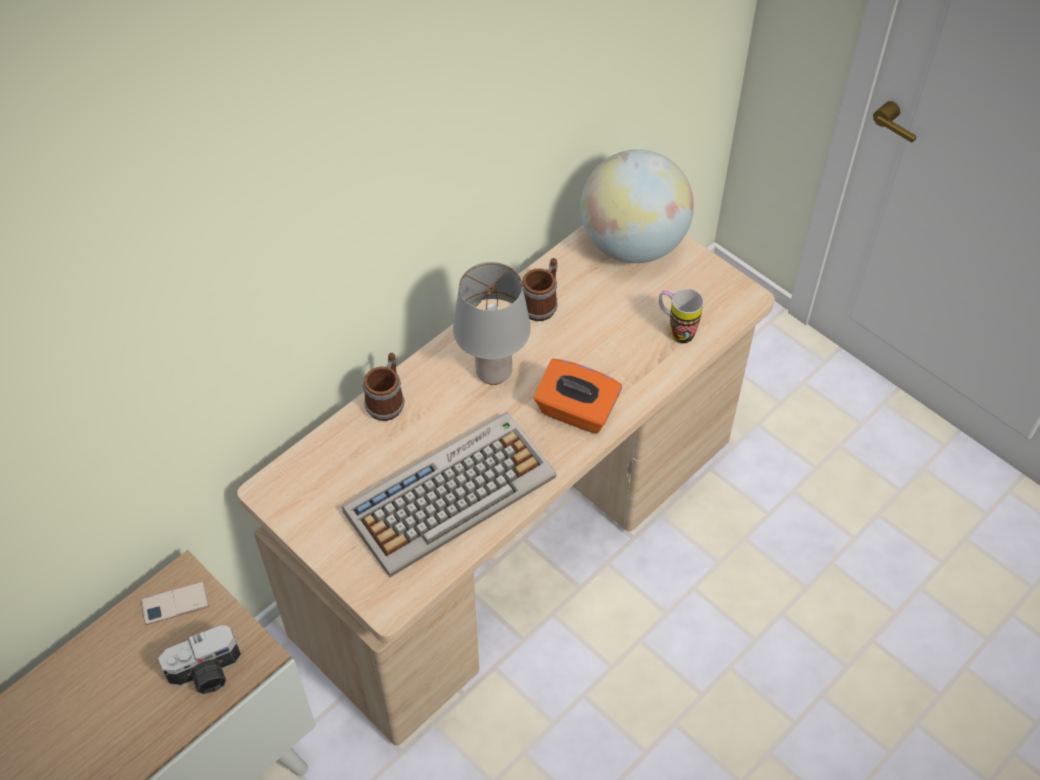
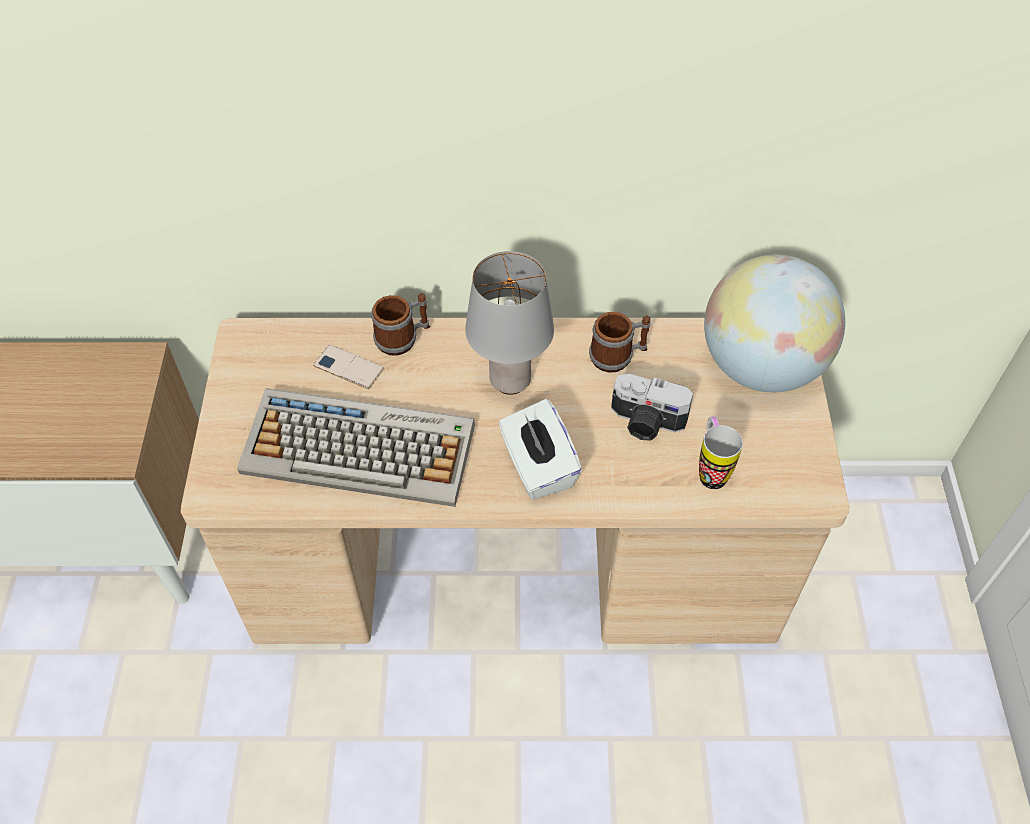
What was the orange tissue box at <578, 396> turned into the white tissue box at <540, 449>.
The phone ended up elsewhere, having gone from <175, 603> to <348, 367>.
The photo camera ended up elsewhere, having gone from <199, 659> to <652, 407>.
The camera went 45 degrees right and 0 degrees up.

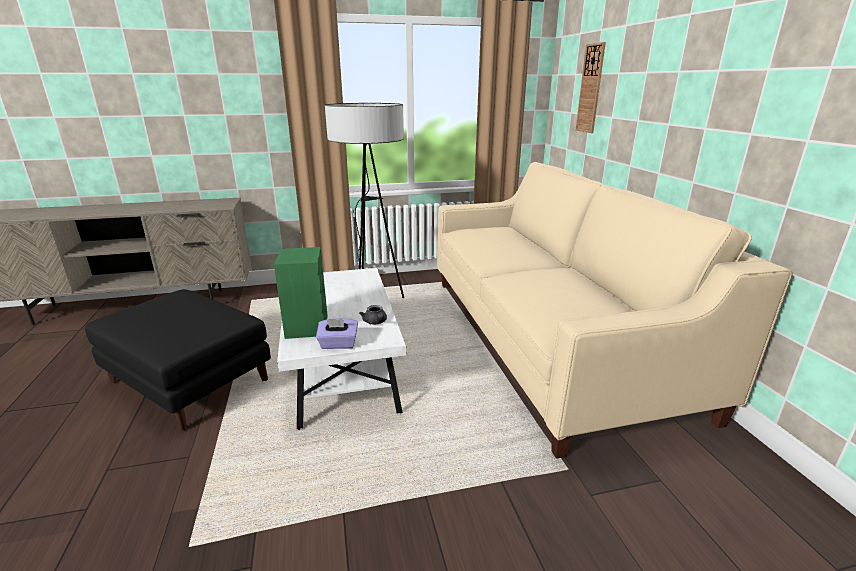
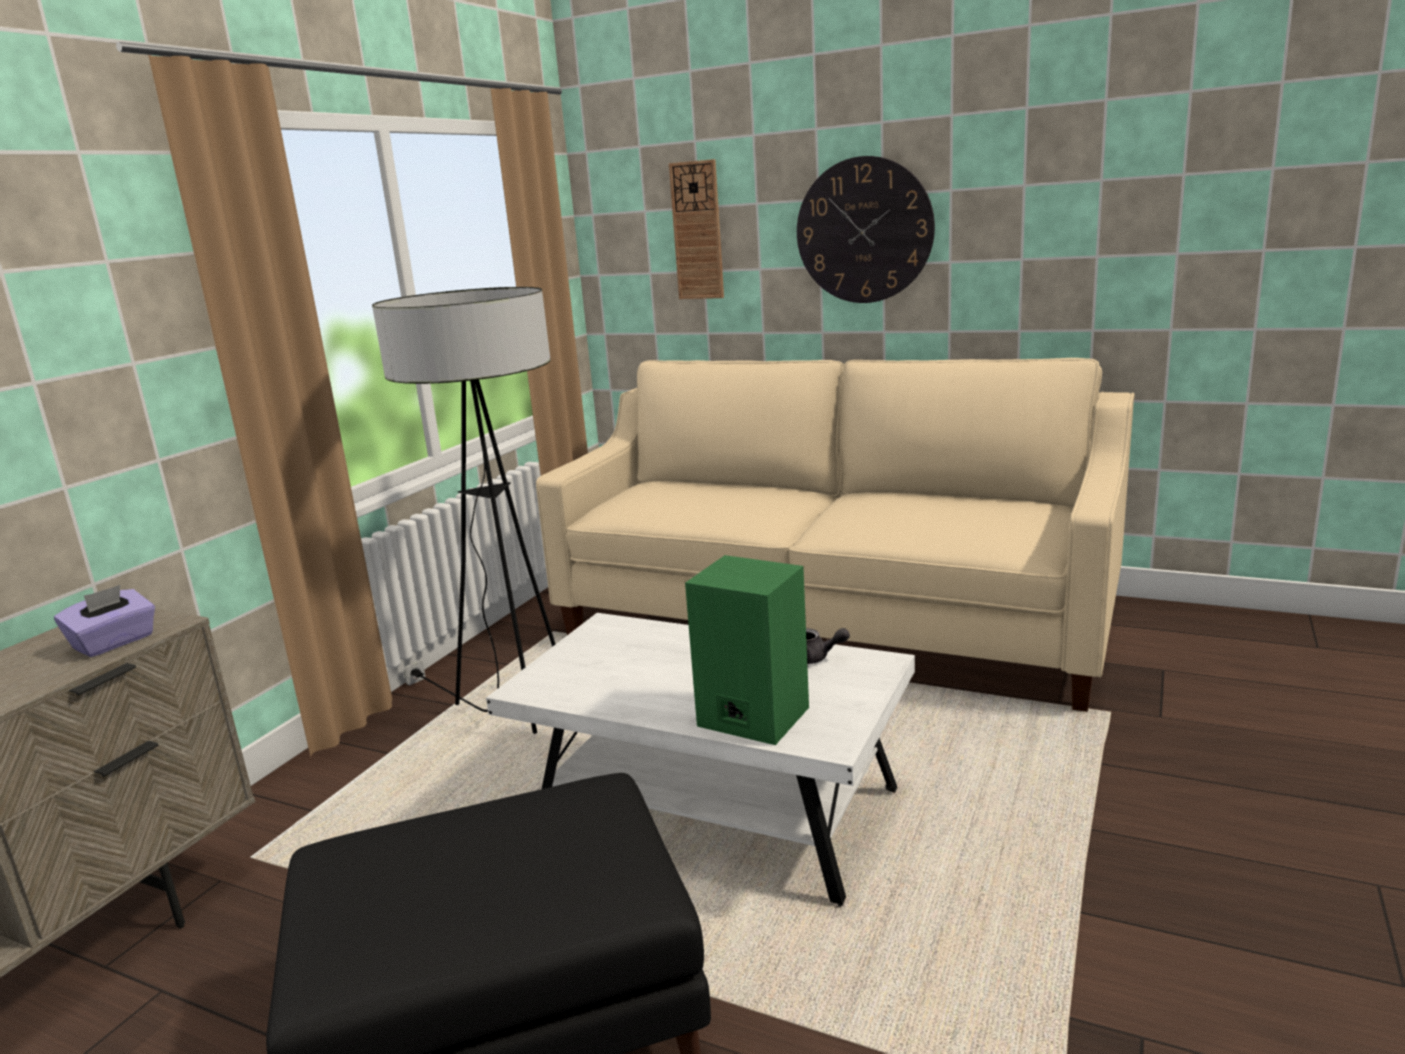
The purple tissue box ended up elsewhere, having gone from <337, 333> to <104, 621>.
The second view gained the wall clock at <866, 229>.
The camera went 50 degrees left and 5 degrees down.

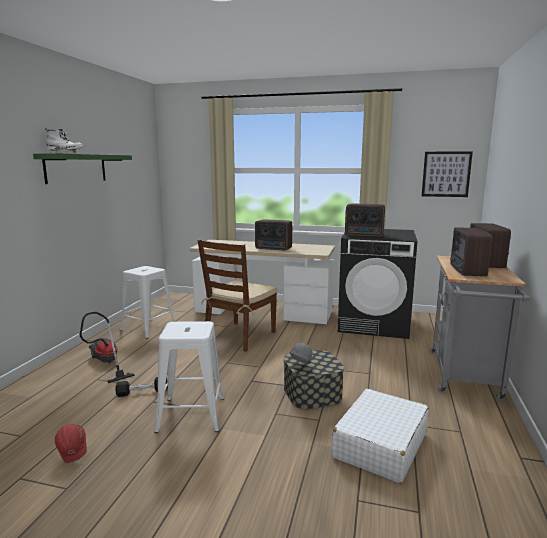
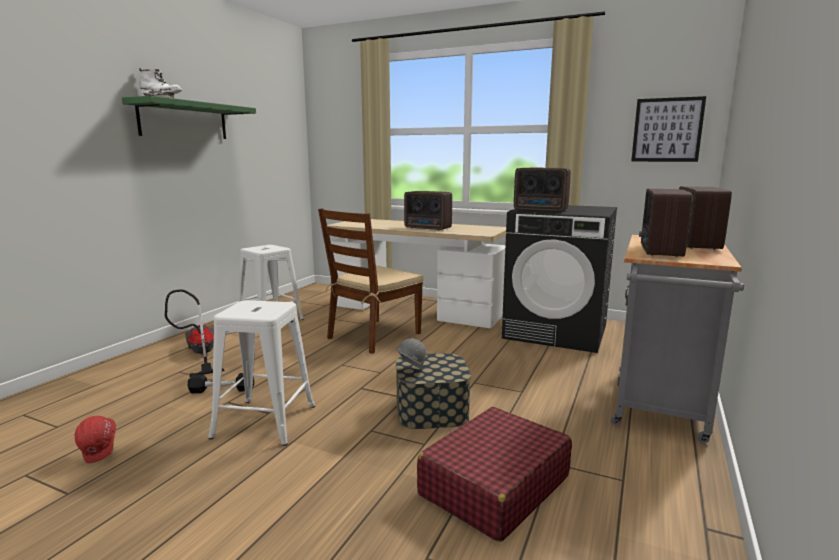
What was the white suitcase at <380, 436> turned into the red suitcase at <494, 474>.
The camera went 10 degrees right and 0 degrees up.

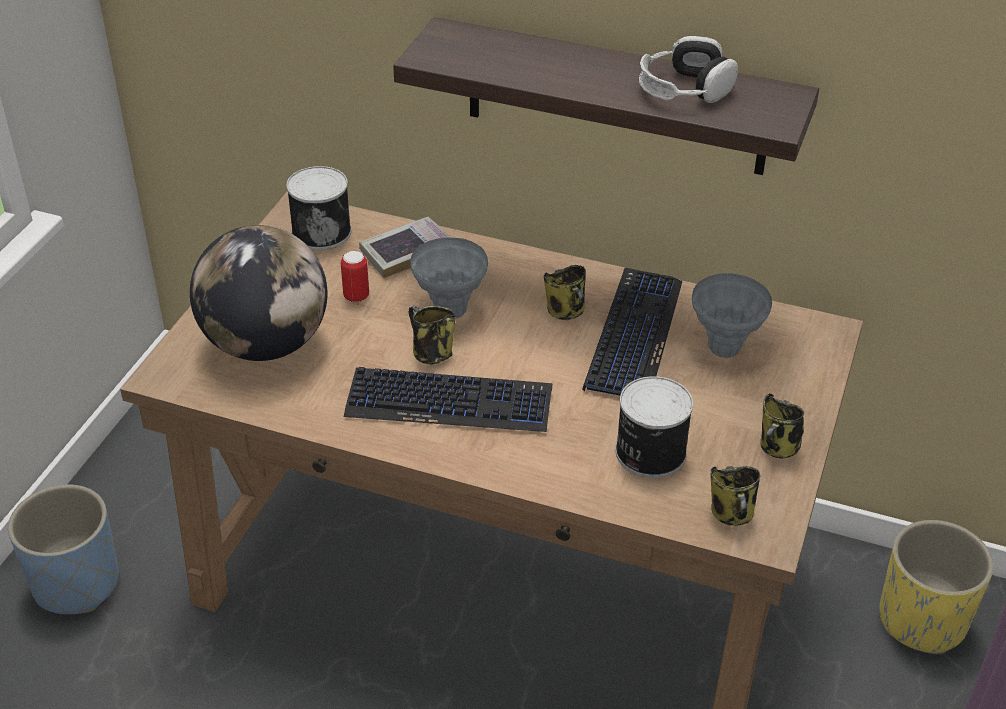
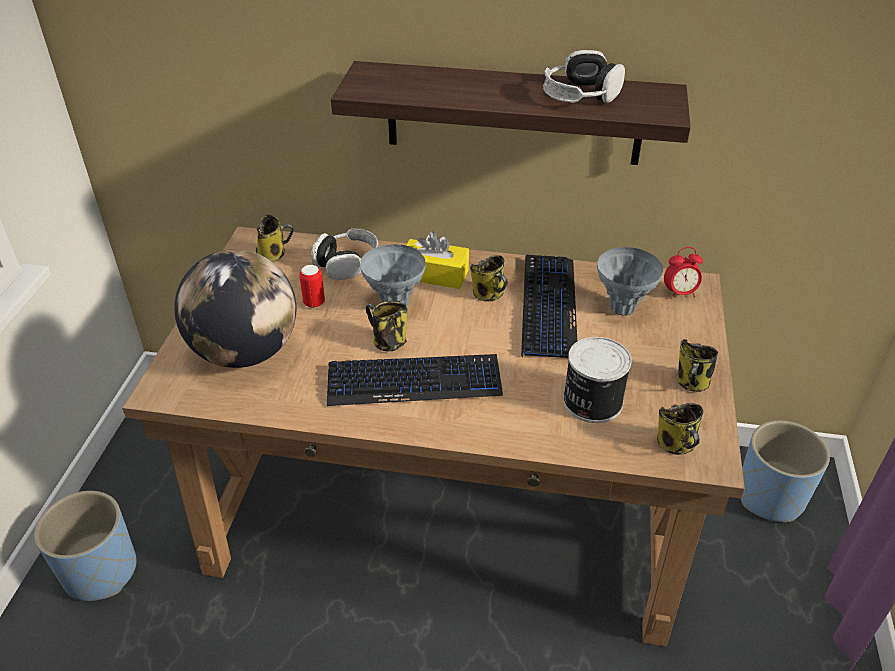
Where the can stood at <318, 208>, the mug came to stand at <275, 238>.
Where the book stood at <405, 247>, the headphones came to stand at <344, 254>.
What was the yellow planter at <936, 587> turned into the blue planter at <785, 471>.
The second view gained the yellow tissue box at <437, 260>.
The second view gained the alarm clock at <683, 273>.
The camera went 10 degrees left and 0 degrees up.

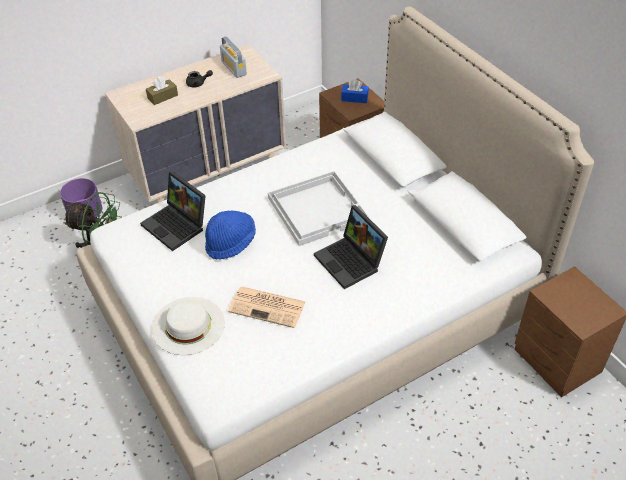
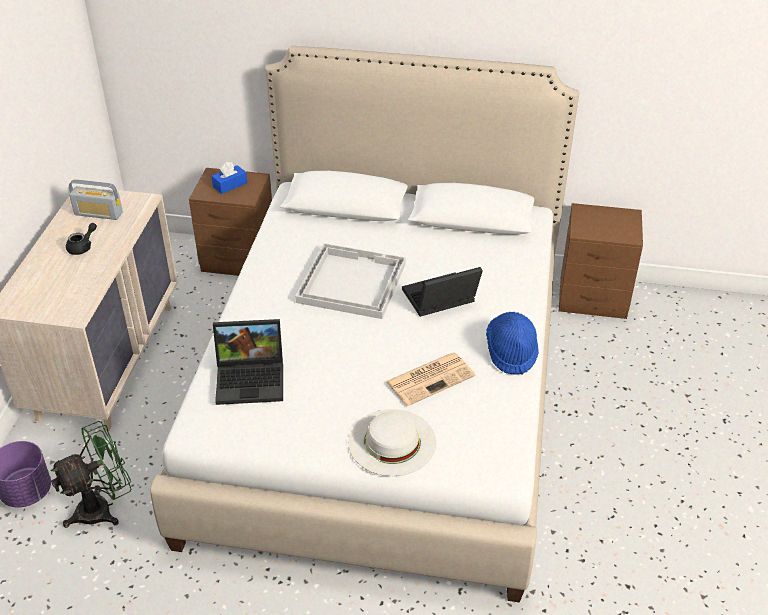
The second view lost the brown tissue box at <162, 90>.
The laptop at <351, 247> ended up facing another way, 150 degrees clockwise from before.
The blue hat ended up elsewhere, having gone from <230, 235> to <512, 343>.
The camera went 50 degrees left and 5 degrees down.

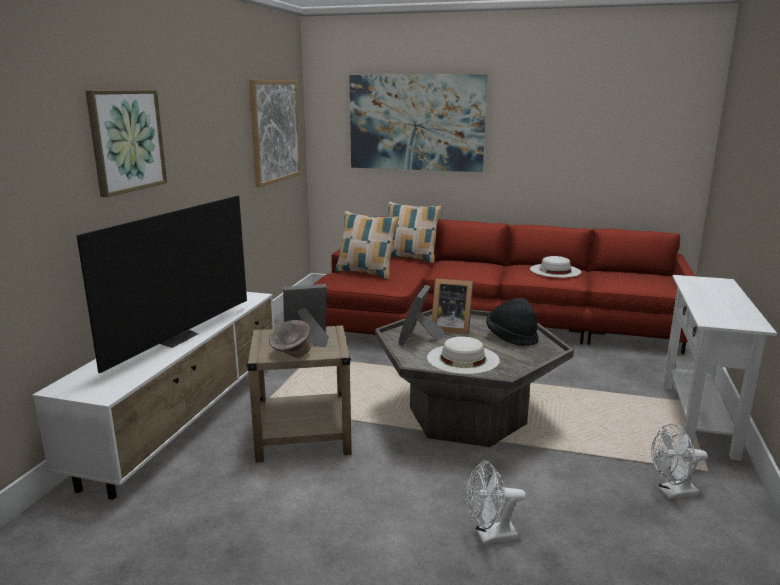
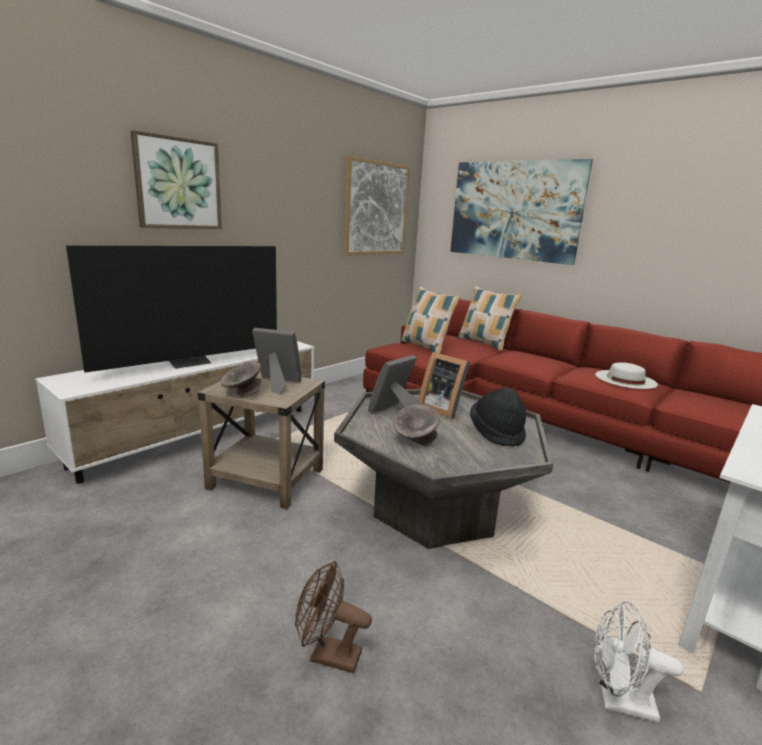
Where the white hat stood at <463, 355>, the grey bowl came to stand at <416, 425>.
What was the white fan at <496, 502> turned into the brown fan at <333, 617>.
The camera went 25 degrees right and 0 degrees up.

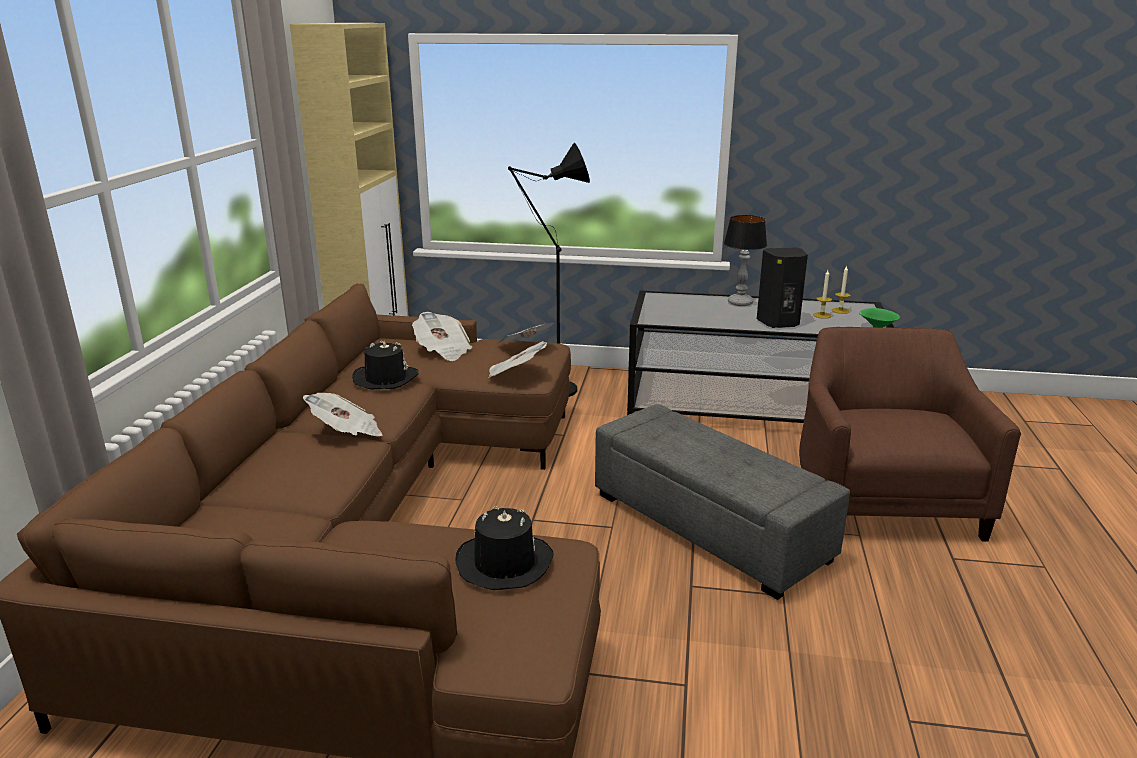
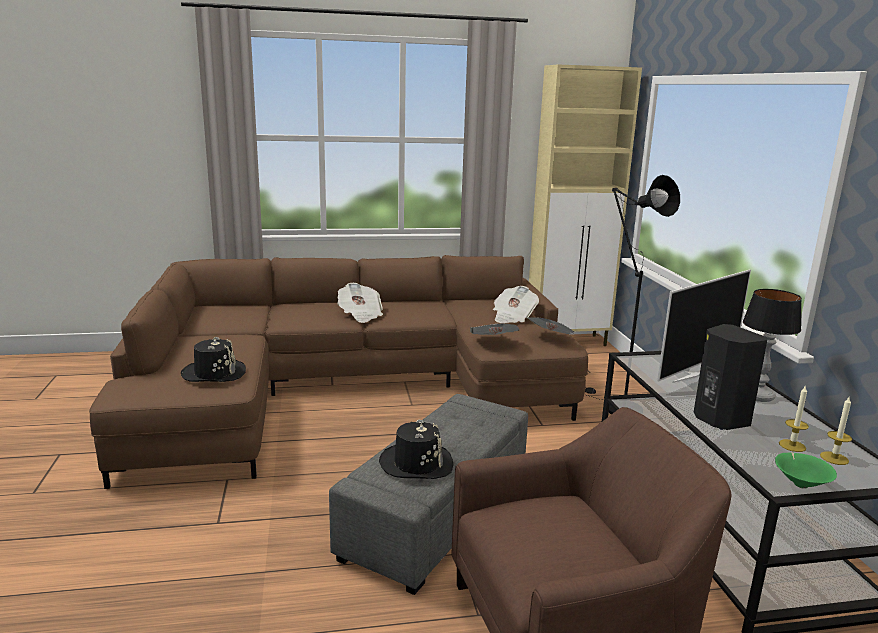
The black hat ended up elsewhere, having gone from <385, 365> to <416, 449>.
The second view gained the television at <704, 326>.
The camera went 70 degrees right and 5 degrees down.

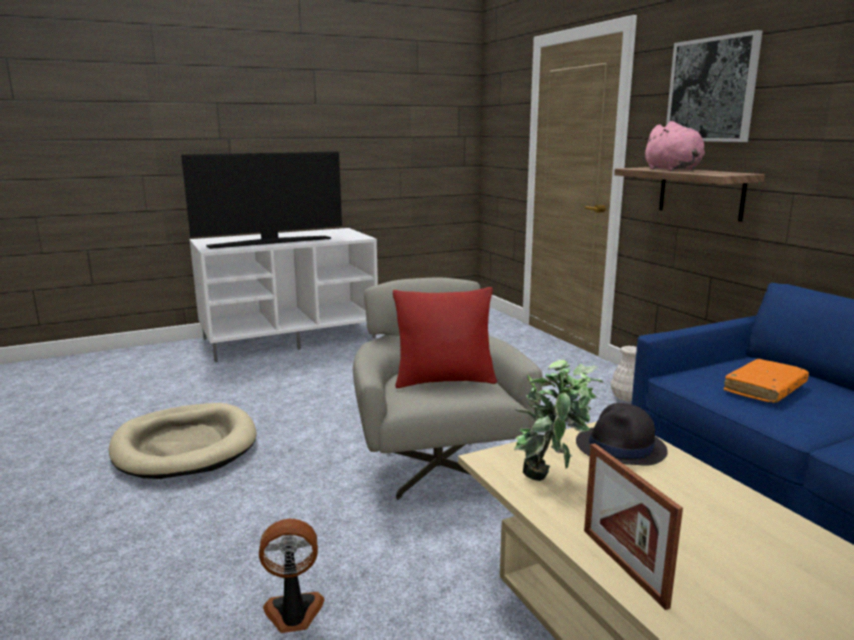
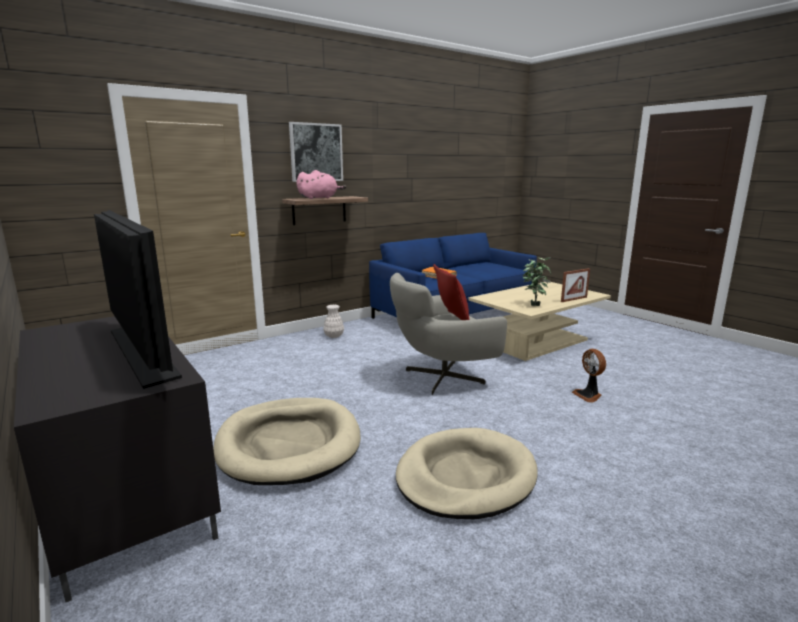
What was the white tv stand at <284, 295> turned into the black tv stand at <117, 459>.
The second view lost the black hat at <622, 434>.
The second view gained the beige dog bed at <287, 441>.
The camera went 100 degrees left and 0 degrees up.

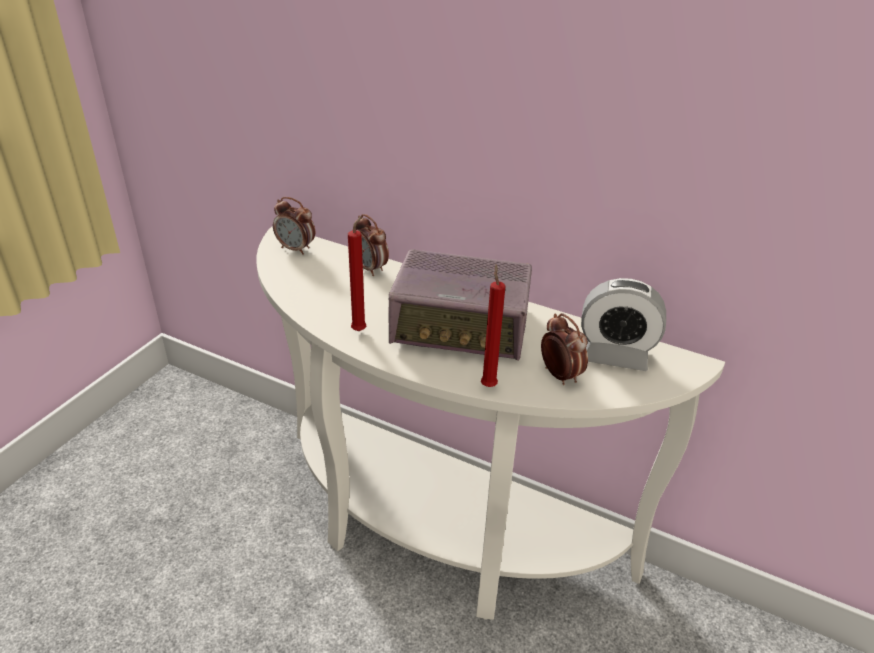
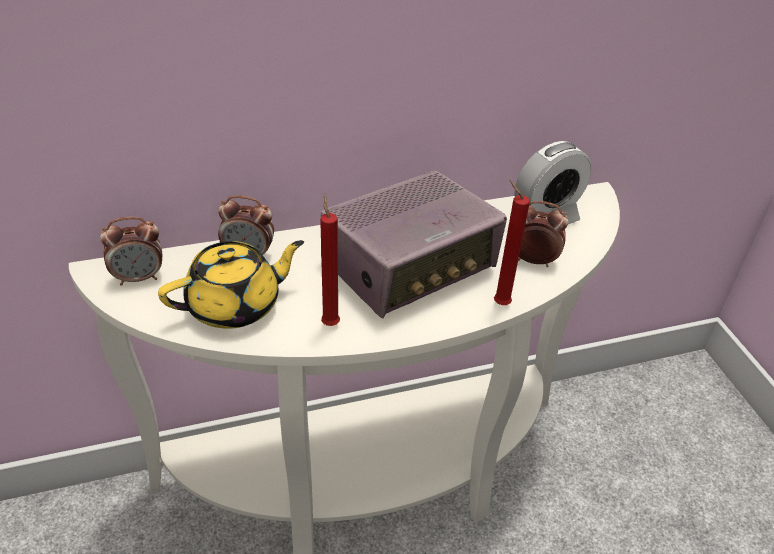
The second view gained the yellow teapot at <231, 284>.
The camera went 45 degrees left and 5 degrees up.

